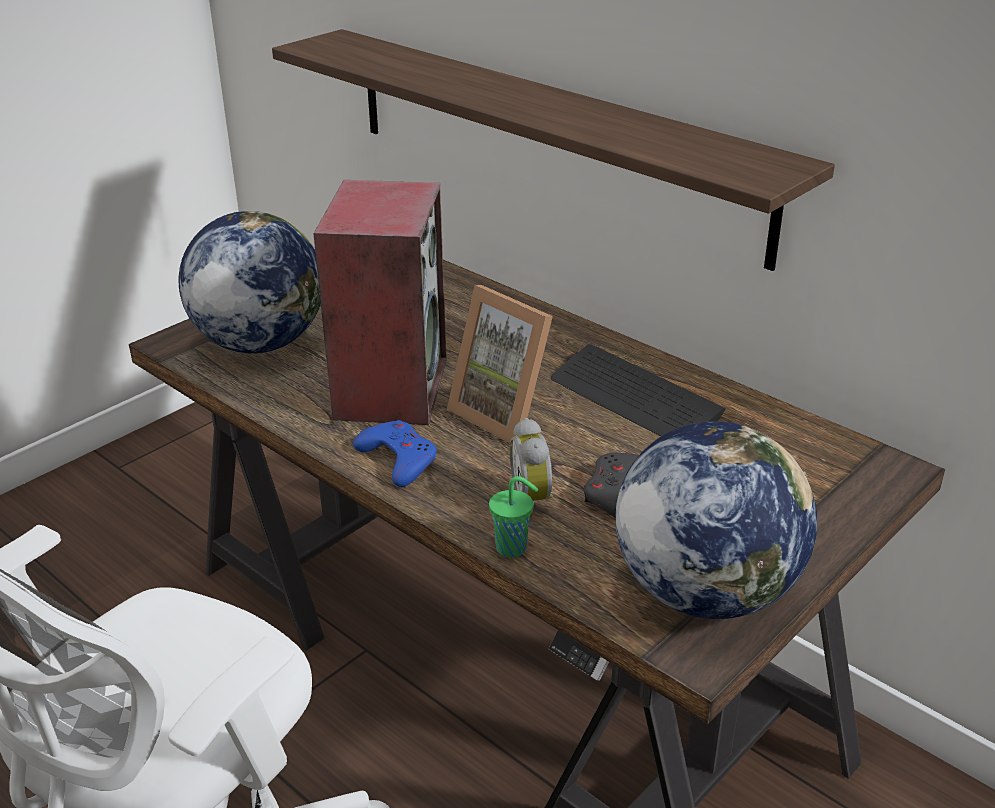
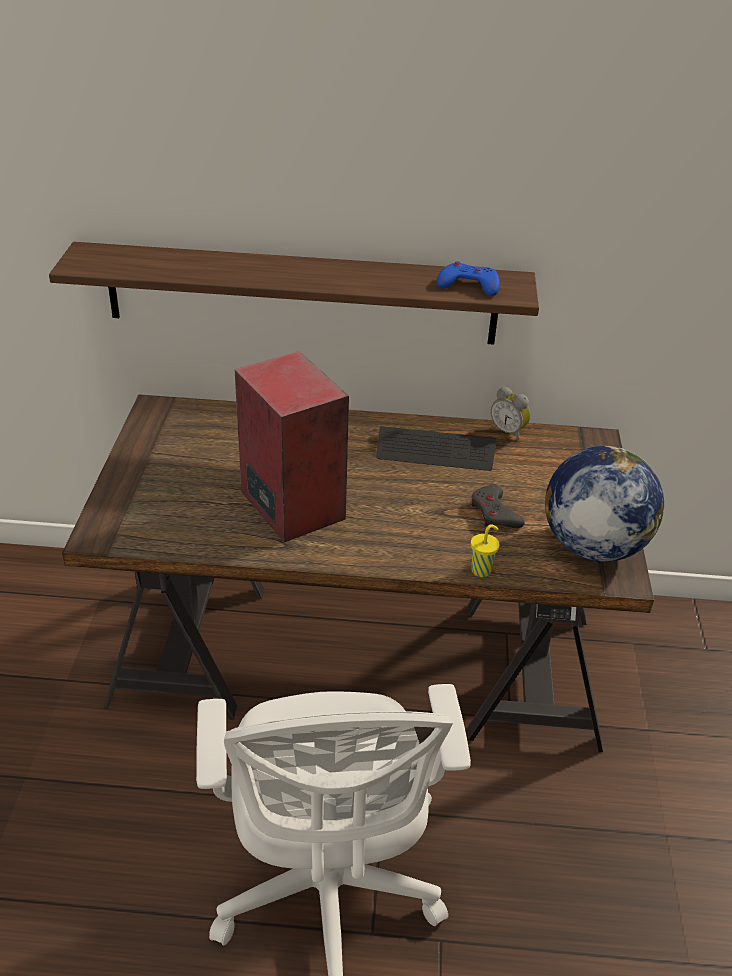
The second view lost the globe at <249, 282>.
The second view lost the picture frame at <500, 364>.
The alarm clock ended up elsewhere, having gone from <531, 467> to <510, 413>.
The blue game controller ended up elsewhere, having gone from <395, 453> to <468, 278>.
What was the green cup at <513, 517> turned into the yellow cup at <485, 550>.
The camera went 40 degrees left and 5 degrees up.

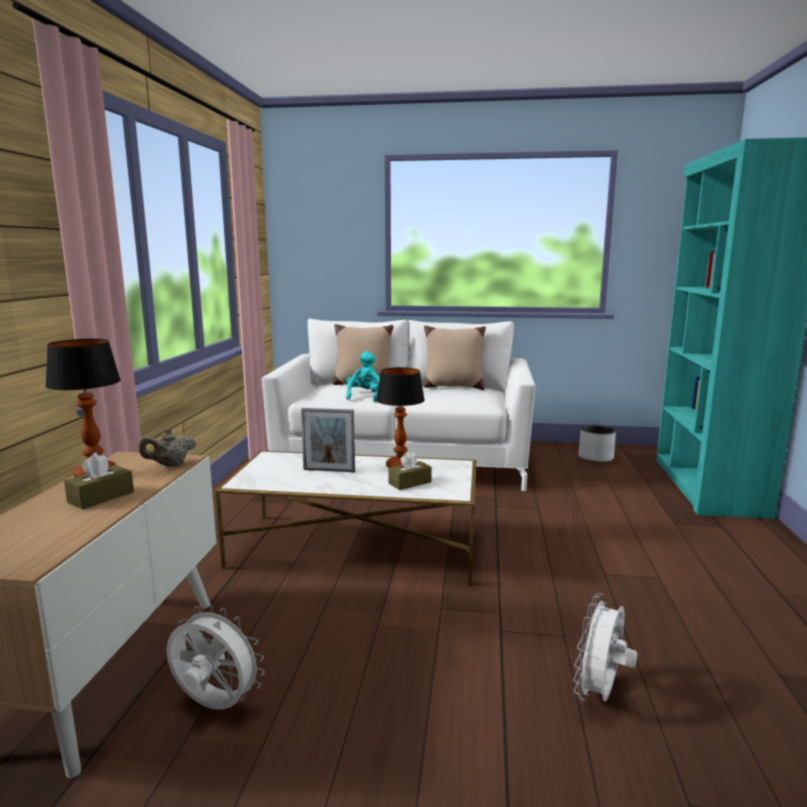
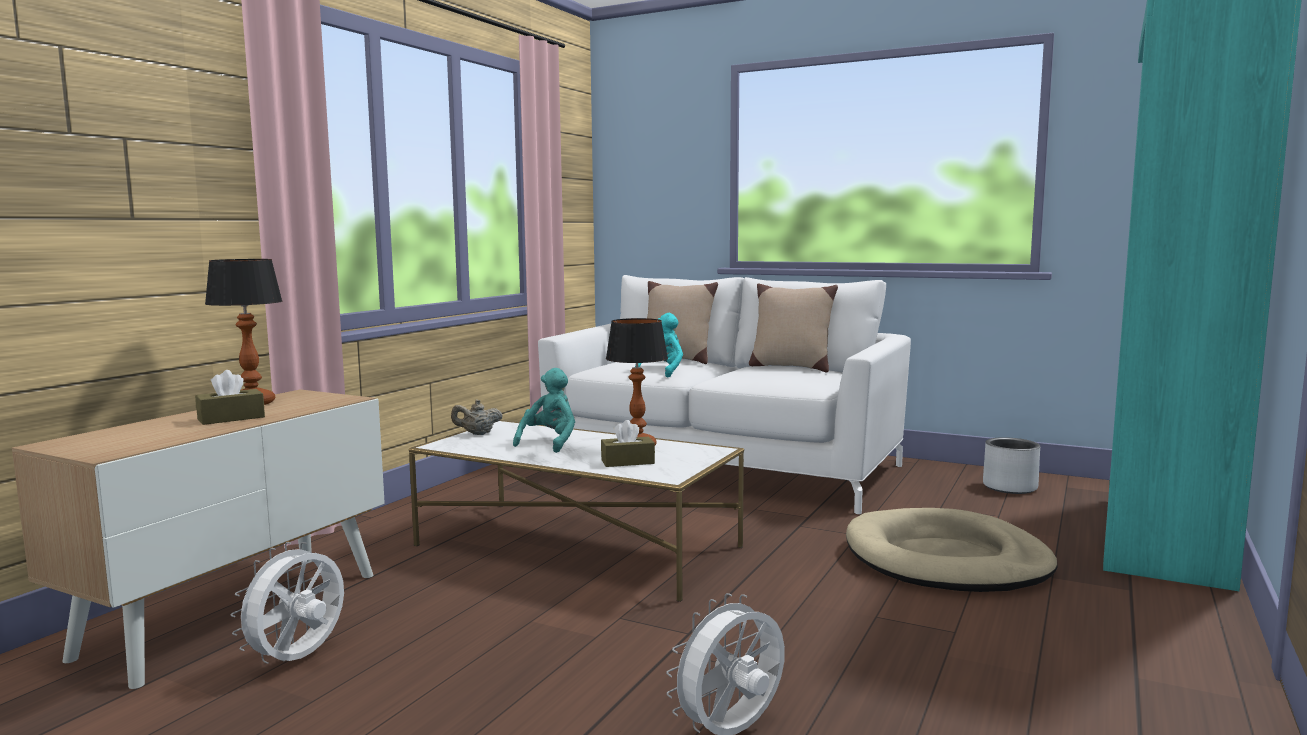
Where the picture frame stood at <328, 440>, the turquoise plush toy came to stand at <544, 410>.
The beige teapot ended up elsewhere, having gone from <167, 447> to <477, 417>.
The white fan at <216, 657> ended up facing another way, 105 degrees counterclockwise from before.
The second view gained the beige dog bed at <952, 550>.
The camera went 20 degrees right and 5 degrees down.

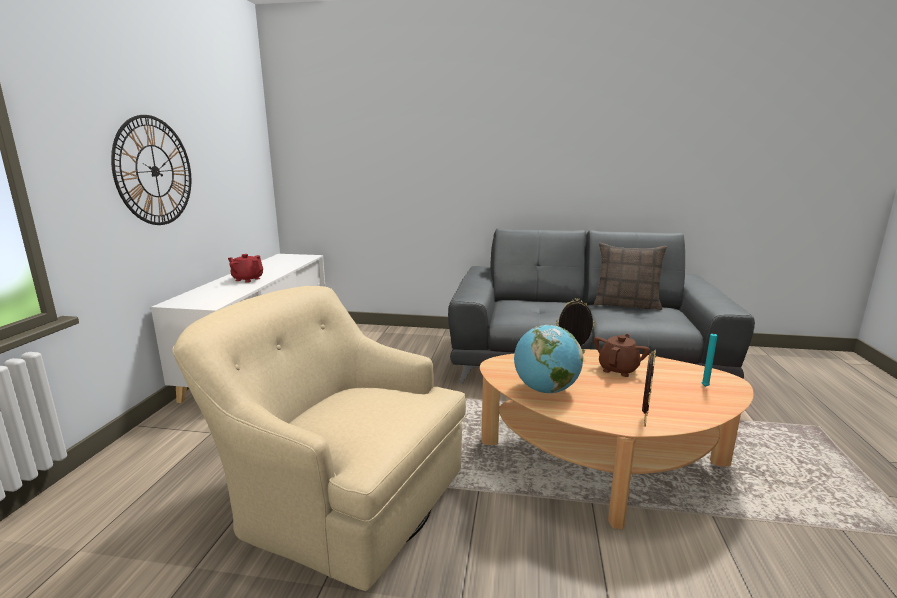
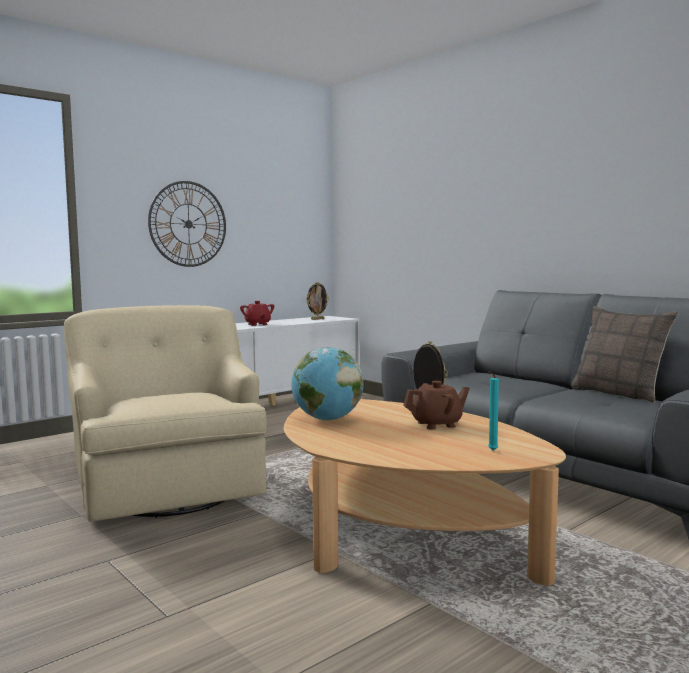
The picture frame ended up elsewhere, having gone from <649, 388> to <317, 301>.
The camera went 40 degrees right and 10 degrees down.

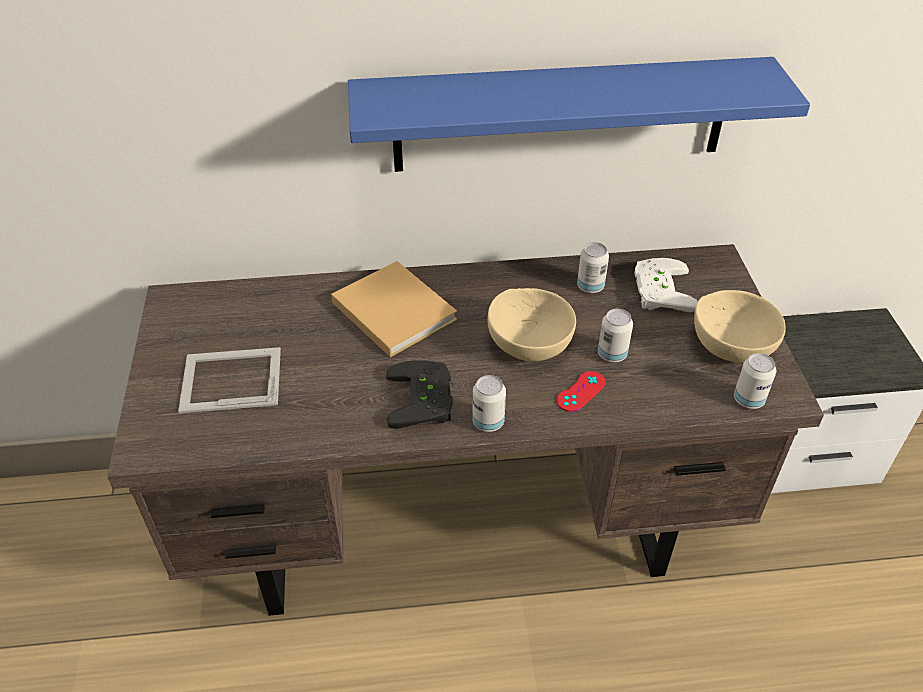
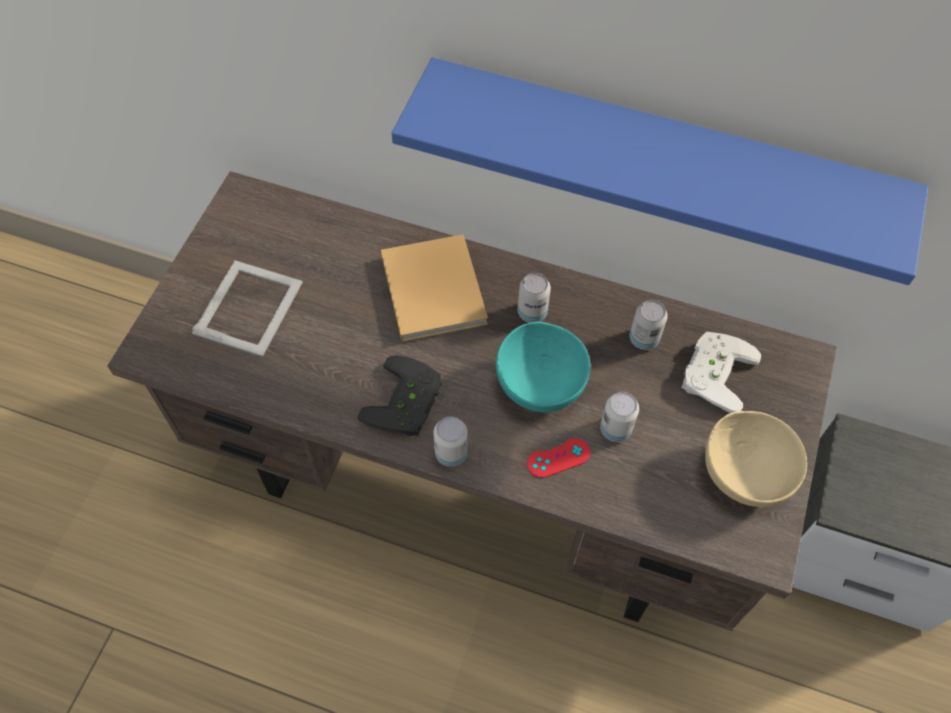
What was the beige bowl at <532, 324> turned into the turquoise bowl at <543, 367>.
The picture frame at <229, 380> ended up facing another way, 90 degrees clockwise from before.
The can ended up elsewhere, having gone from <755, 381> to <534, 298>.
The camera went 25 degrees right and 15 degrees up.

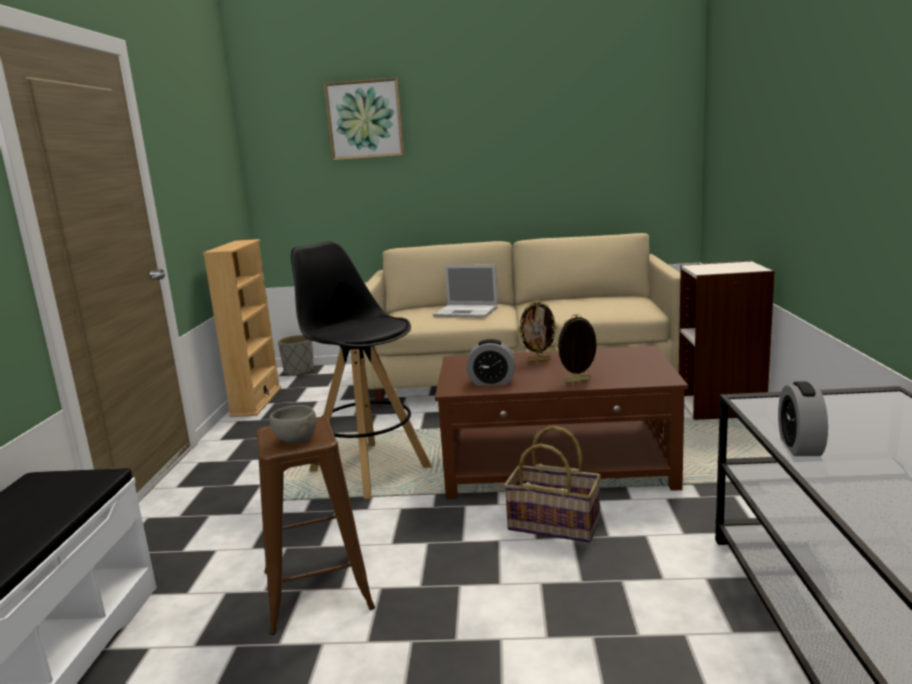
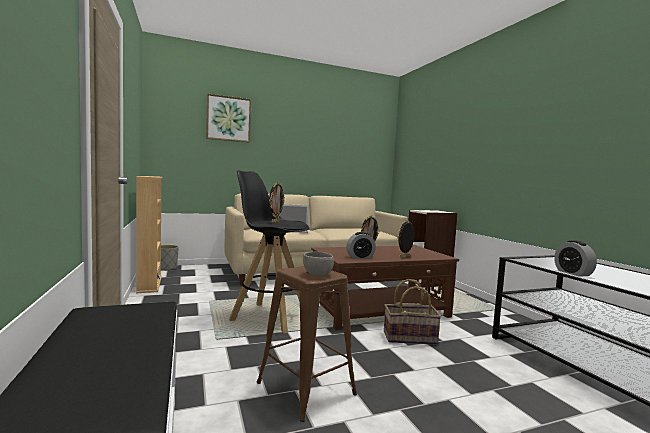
The second view gained the picture frame at <277, 202>.
The camera went 25 degrees left and 10 degrees down.

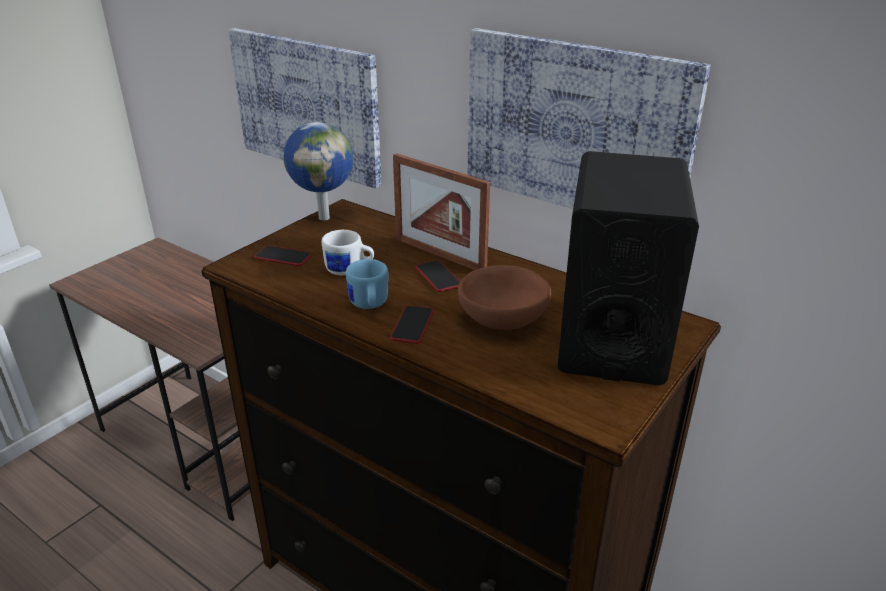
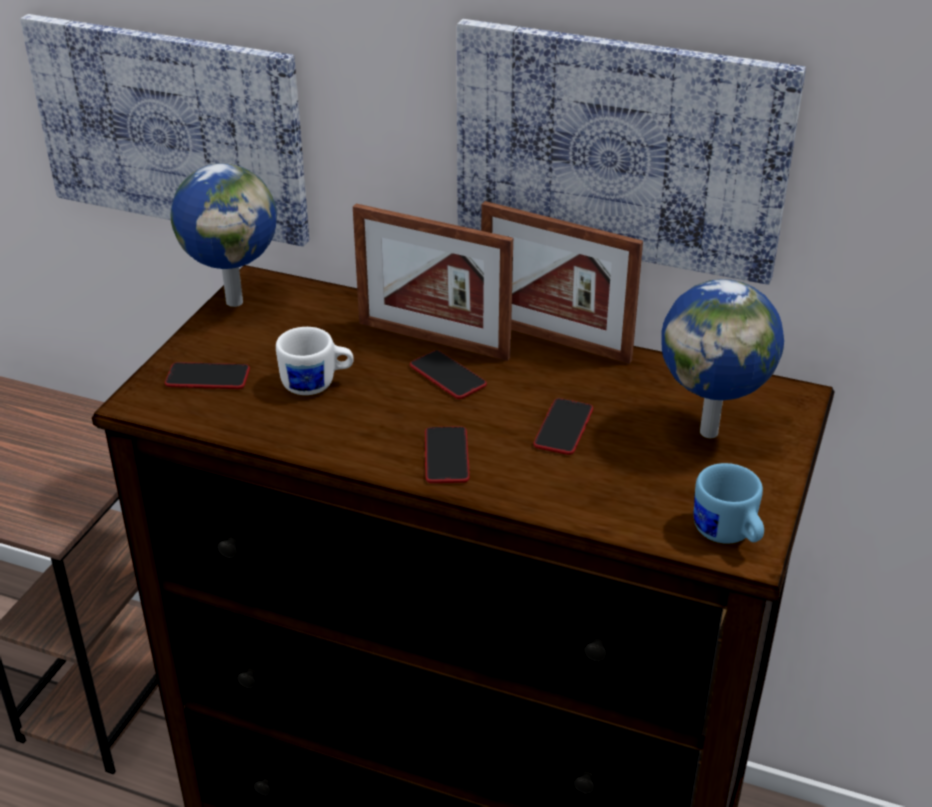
Where the black speaker stood at <628, 268>, the globe came to stand at <722, 358>.
The blue mug ended up elsewhere, having gone from <367, 284> to <729, 503>.
Where the brown bowl stood at <504, 297>, the phone came to stand at <563, 426>.
The second view gained the picture frame at <562, 282>.
The camera went 15 degrees left and 5 degrees up.

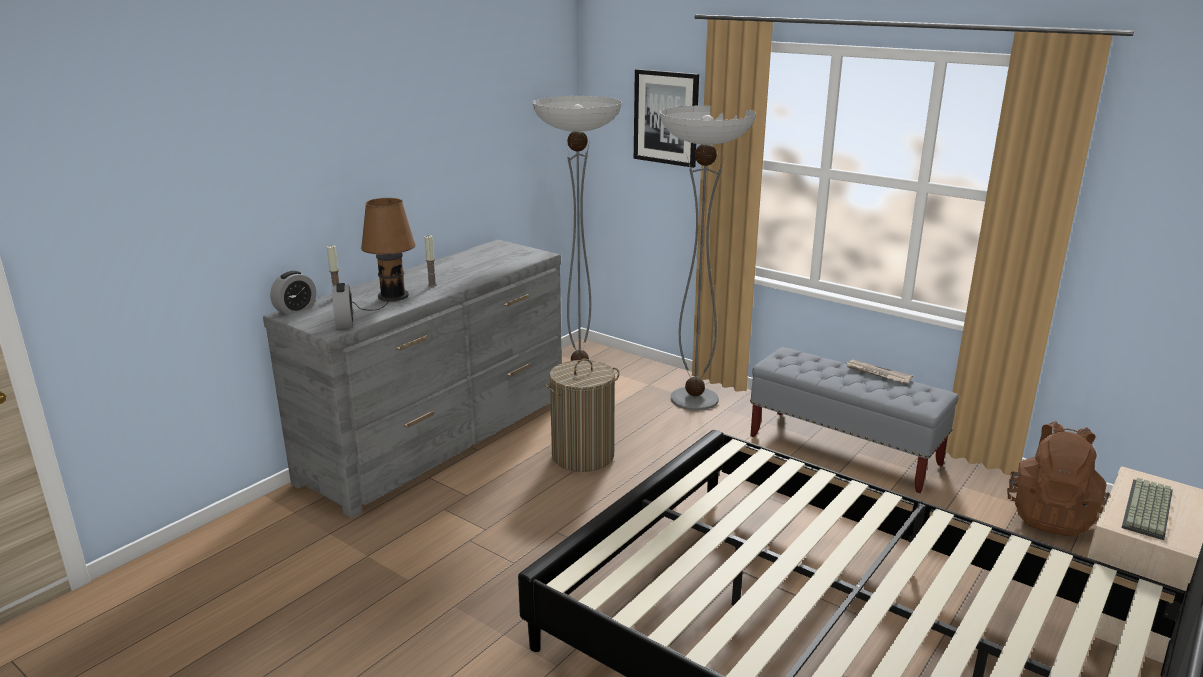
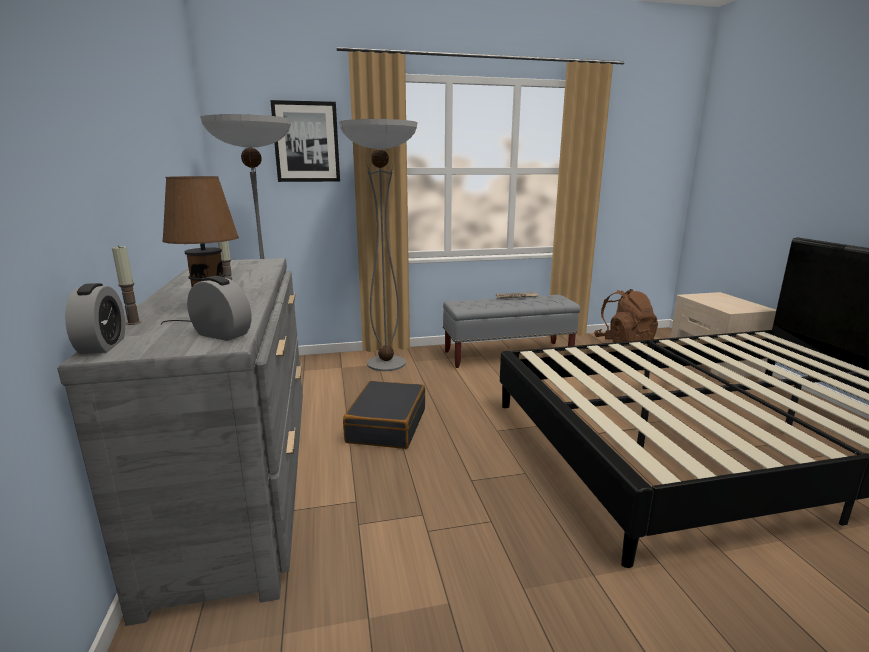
Where the laundry basket stood at <582, 415>, the black suitcase came to stand at <384, 415>.
The second view lost the keyboard at <1147, 509>.
The camera went 50 degrees left and 5 degrees down.

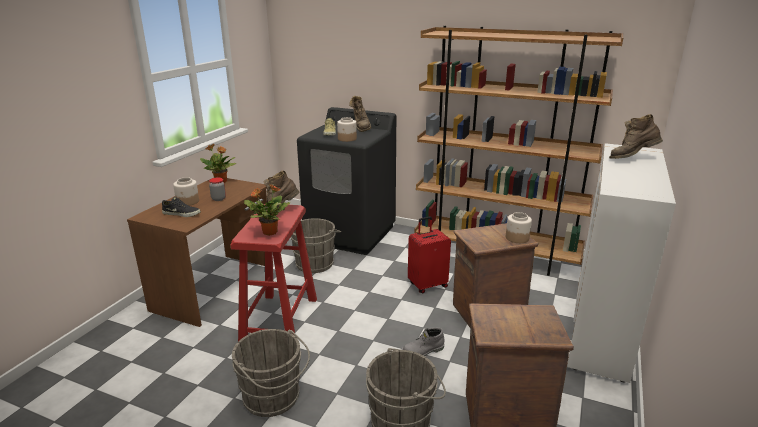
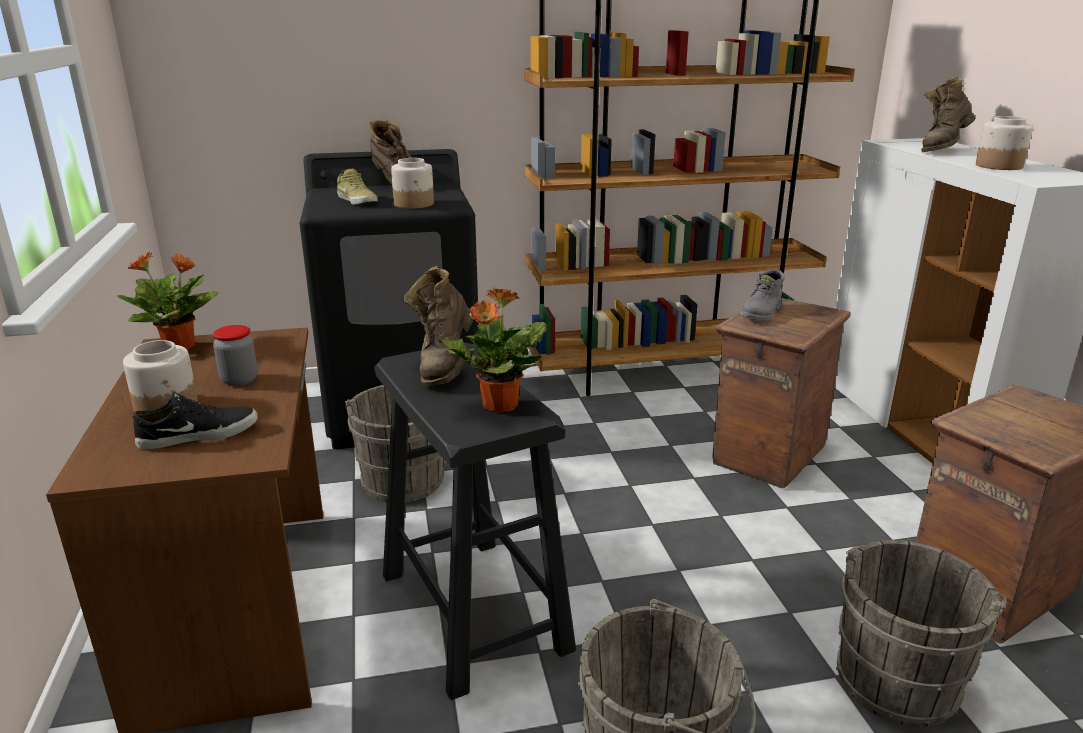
What was the red stool at <273, 272> turned into the black stool at <475, 521>.
The jar ended up elsewhere, having gone from <519, 227> to <1004, 143>.
The second view lost the red suitcase at <429, 254>.
The grey boot ended up elsewhere, having gone from <423, 341> to <762, 295>.
The camera went 35 degrees left and 0 degrees up.

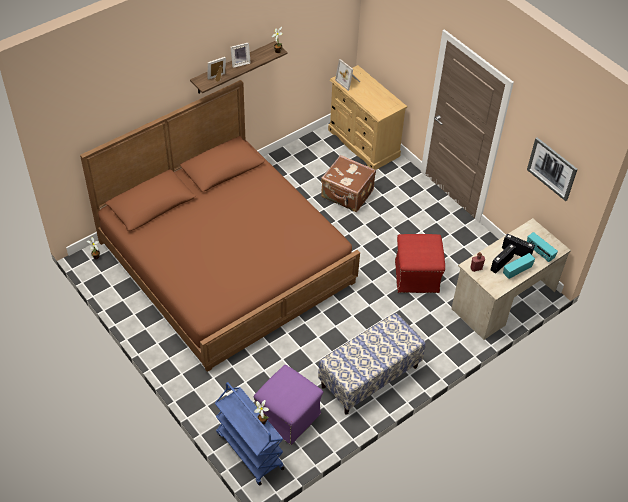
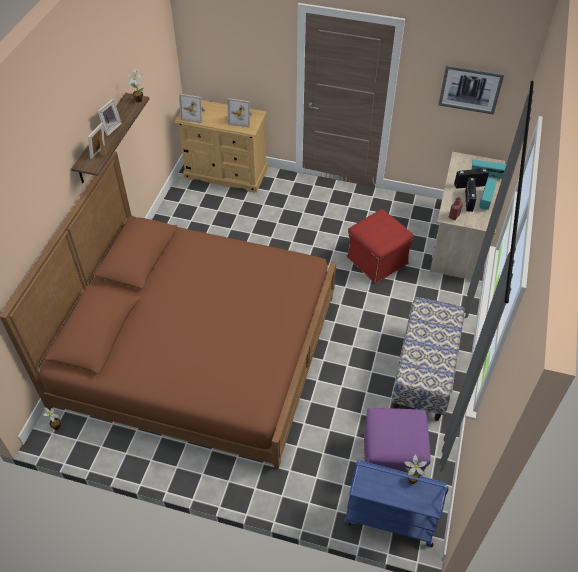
The second view lost the brown suitcase at <348, 183>.
The second view gained the picture frame at <240, 113>.
The camera went 35 degrees left and 0 degrees up.

